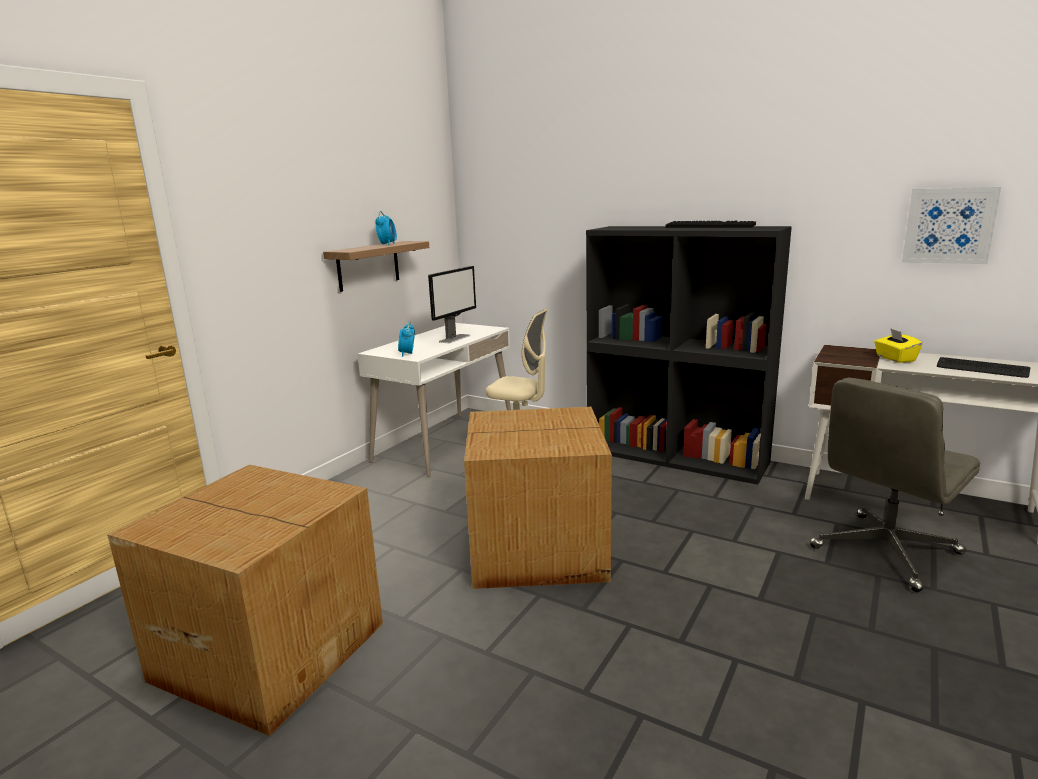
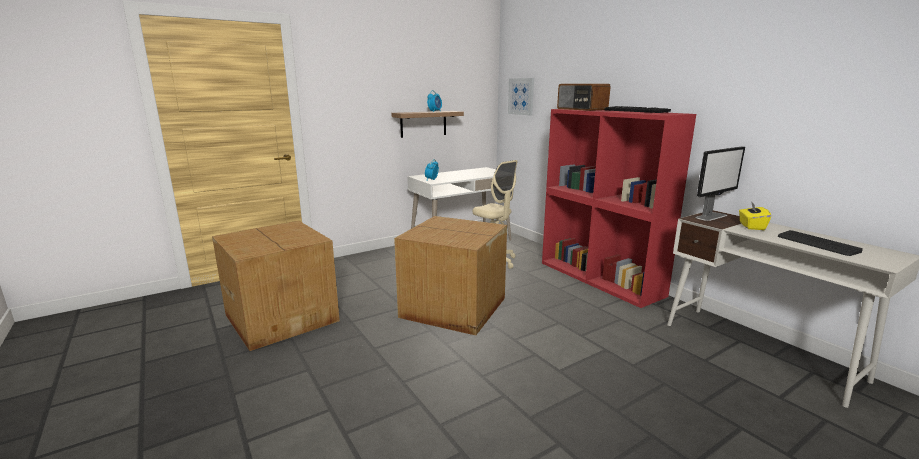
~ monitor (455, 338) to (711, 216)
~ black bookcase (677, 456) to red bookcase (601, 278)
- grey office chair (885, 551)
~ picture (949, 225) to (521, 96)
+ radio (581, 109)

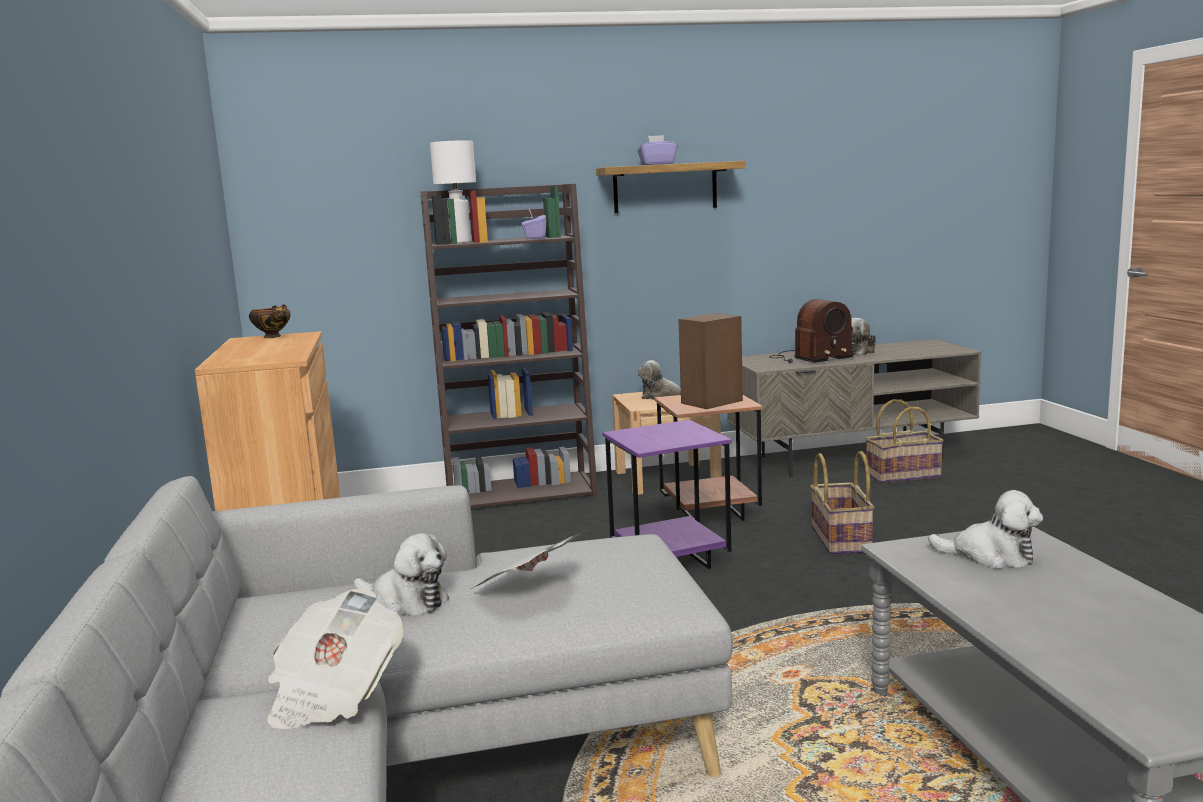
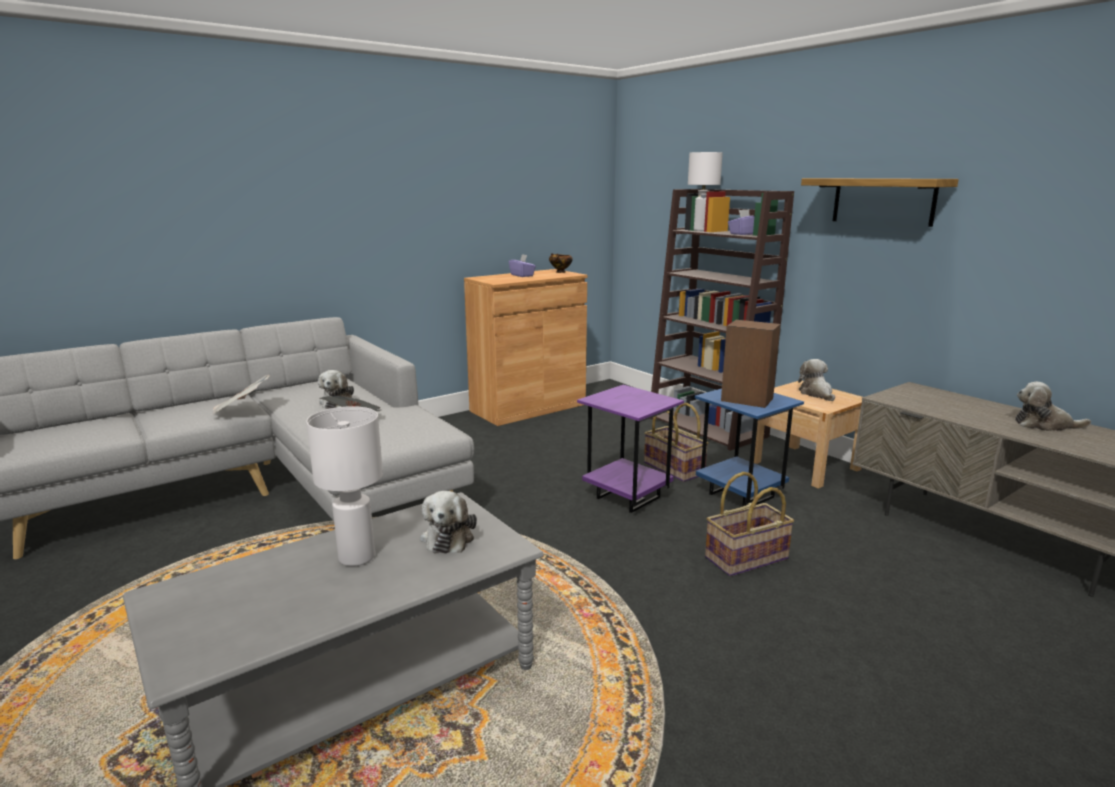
~ purple tissue box (657, 164) to (522, 275)
~ brown side table (710, 514) to blue side table (741, 495)
- radio (809, 358)
~ basket (903, 475) to (675, 468)
+ white table lamp (355, 557)

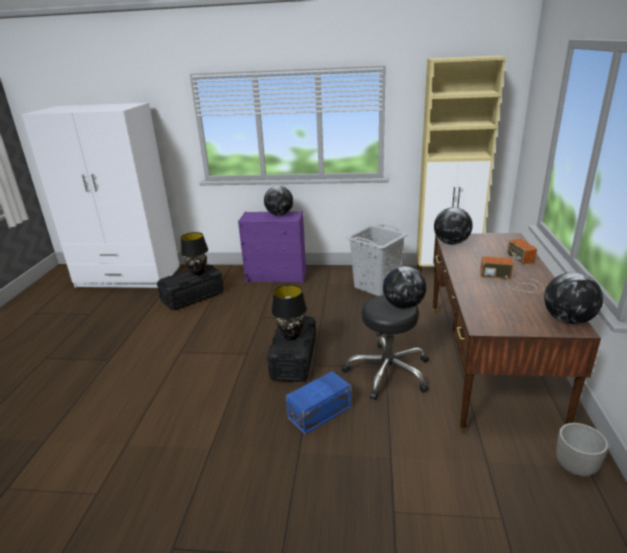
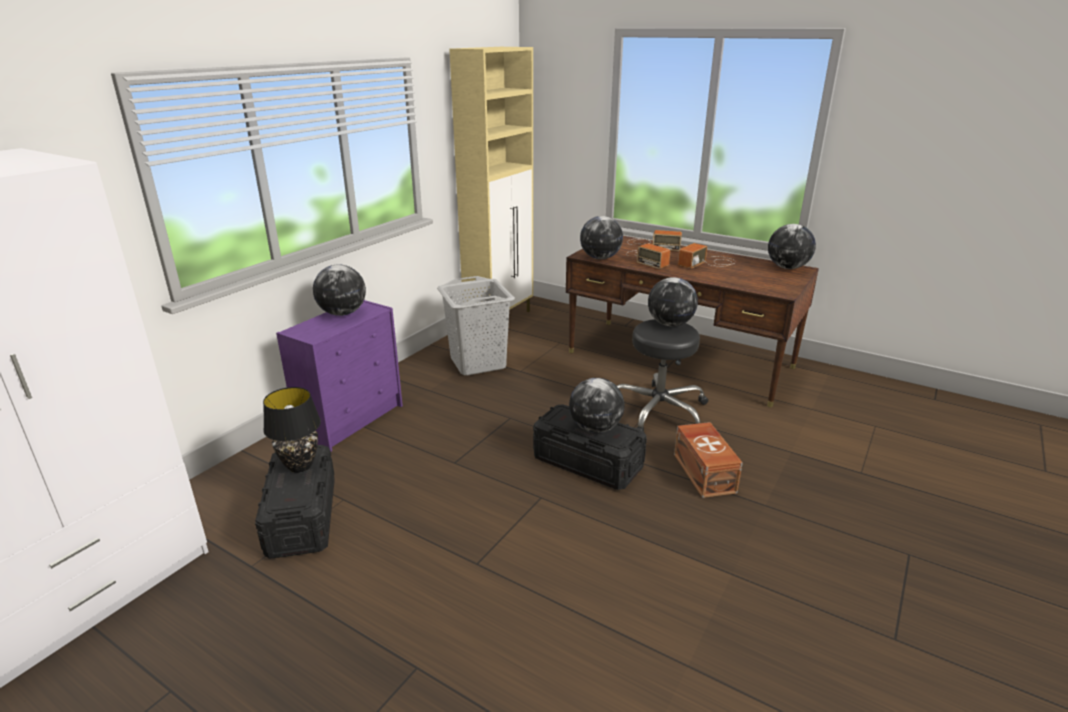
~ black table lamp (291, 336) to globe (595, 428)
~ blue storage box (320, 412) to brown storage box (704, 472)
- planter (575, 468)
+ radio (647, 259)

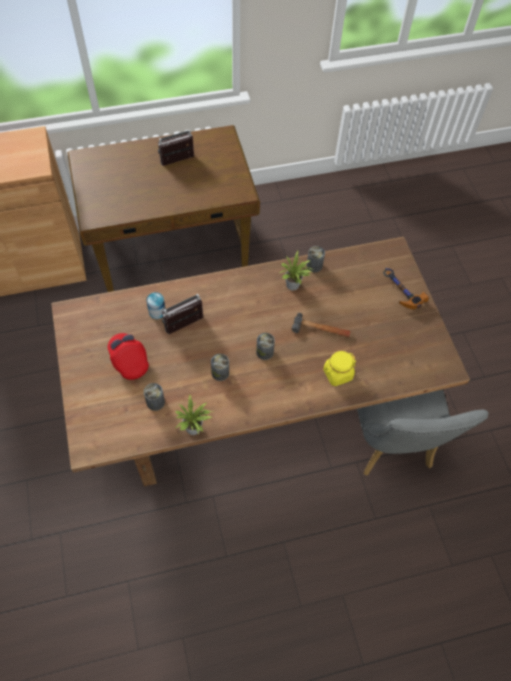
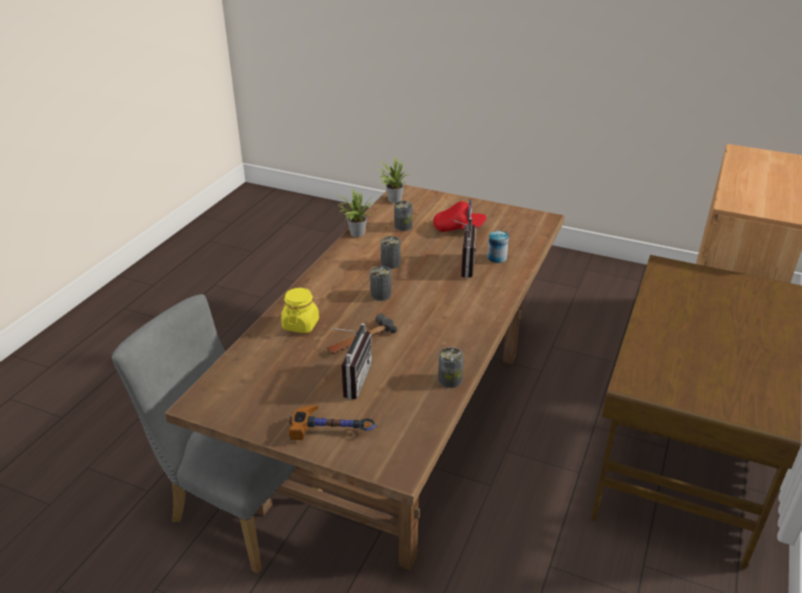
~ radio (178, 162) to (351, 379)
~ potted plant (294, 286) to (393, 199)

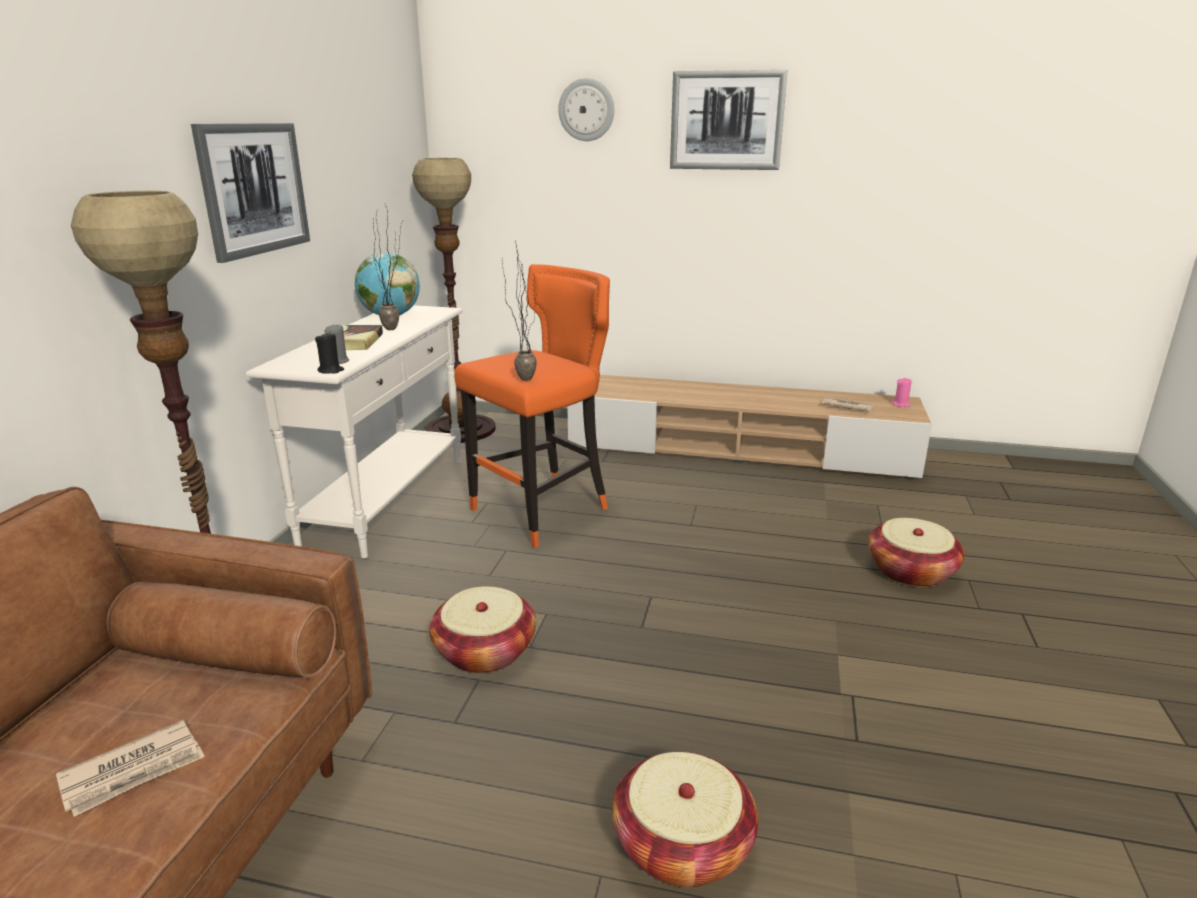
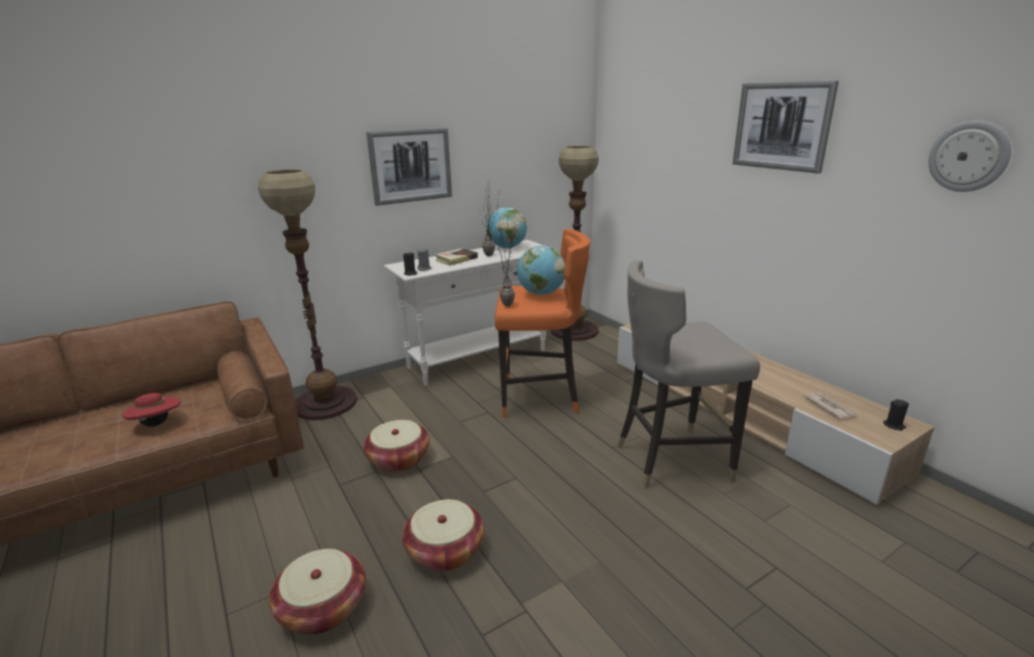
~ newspaper (134, 771) to red hat (157, 424)
~ wall clock (586, 110) to (968, 156)
~ basket (910, 571) to (445, 551)
~ pink candle (901, 404) to black candle (894, 425)
+ globe (541, 294)
+ grey stool (670, 460)

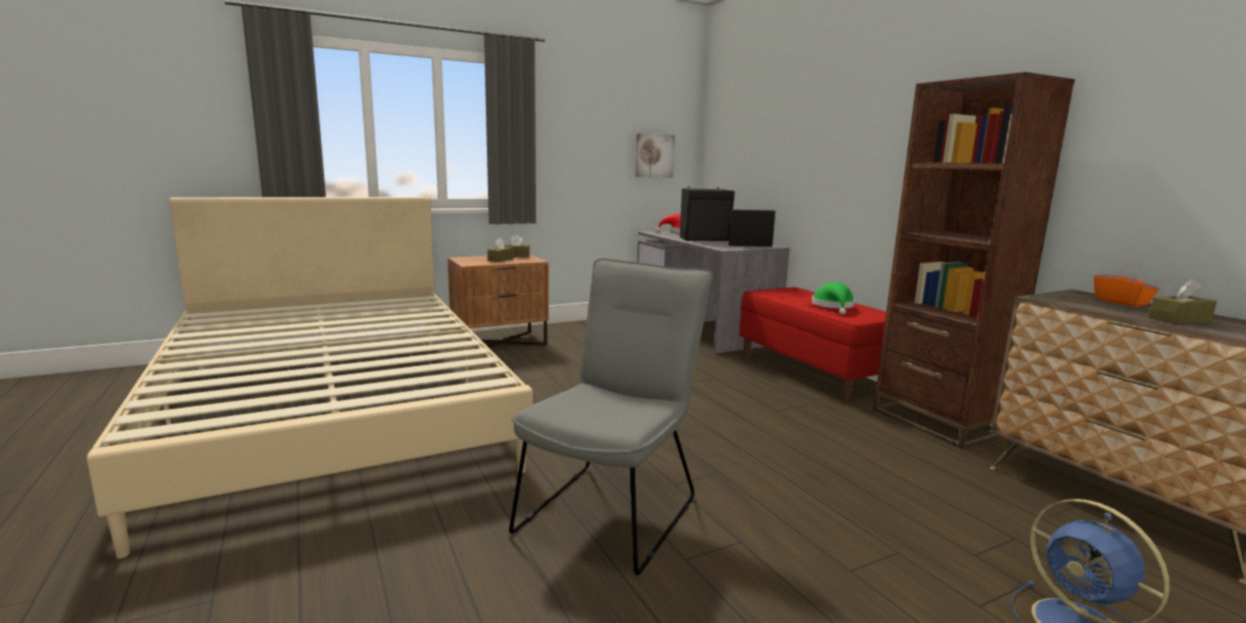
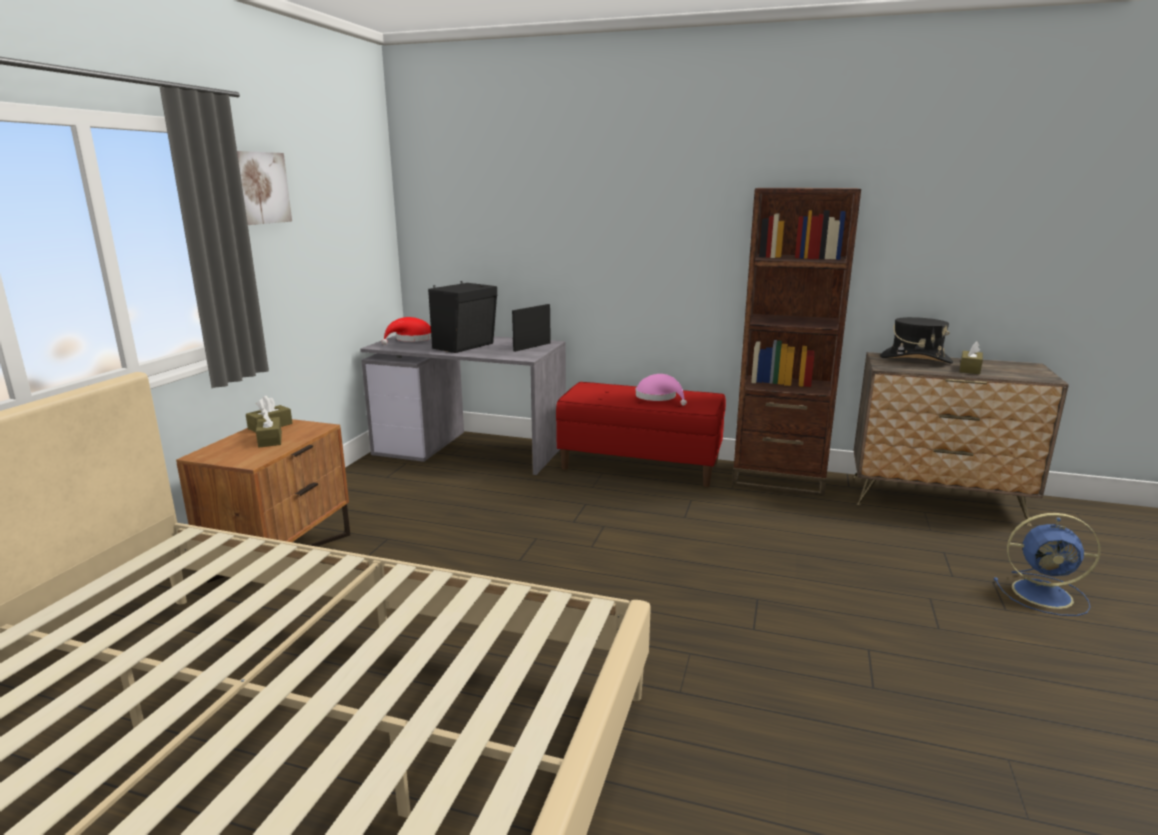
- grey chair (614, 508)
~ picture (654, 156) to (260, 188)
~ green hat (833, 306) to pink hat (658, 397)
~ orange tissue box (1121, 302) to black hat (915, 359)

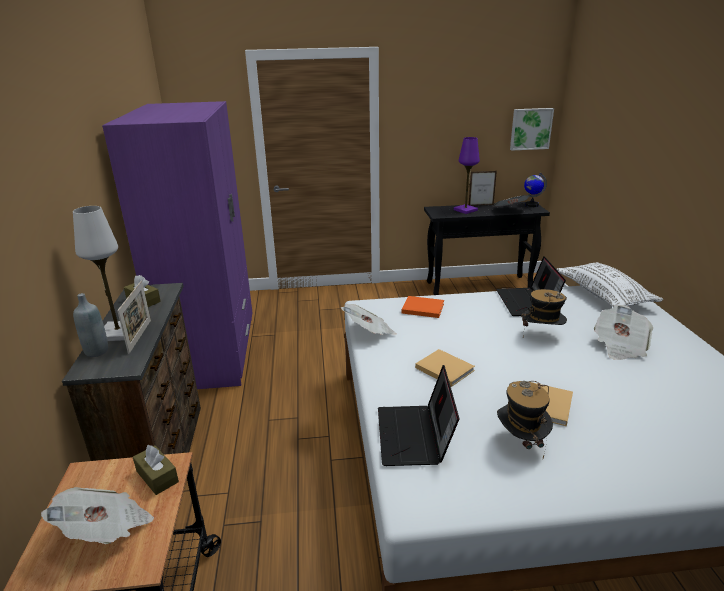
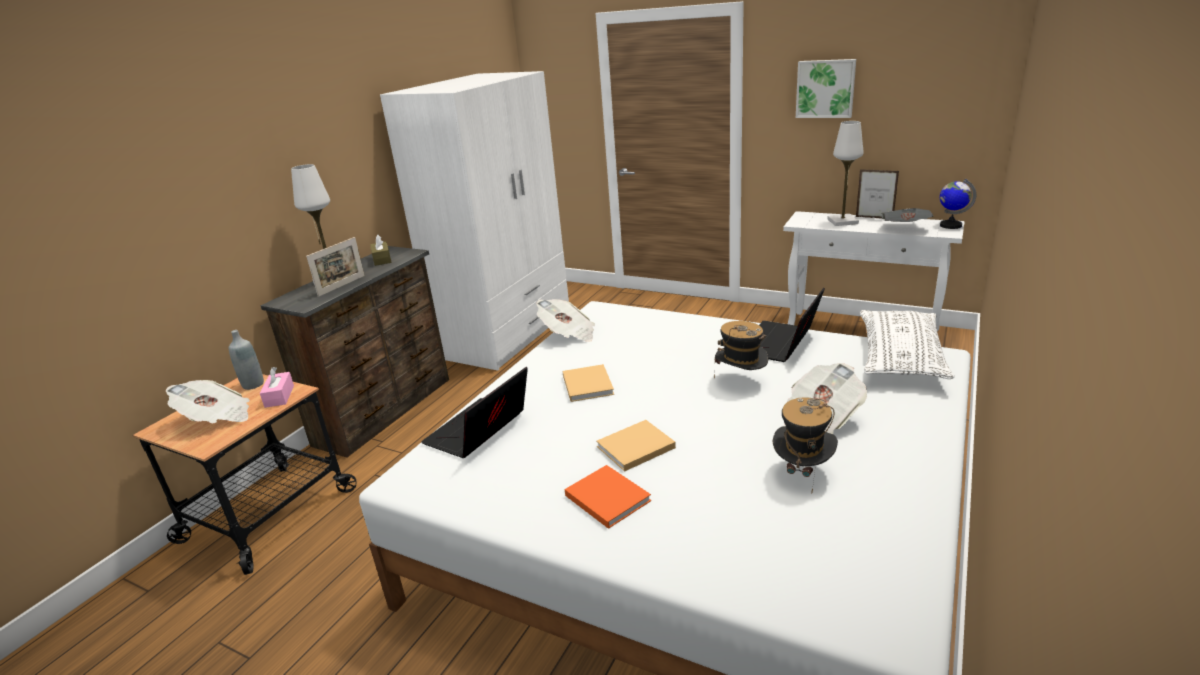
~ grey bottle (97, 351) to (253, 384)
~ purple wardrobe (213, 351) to white wardrobe (507, 334)
~ brown tissue box (157, 476) to pink tissue box (279, 396)
~ orange book (421, 308) to (606, 497)
~ black console table (479, 285) to white console table (862, 329)
~ purple table lamp (465, 210) to white table lamp (842, 221)
~ hat (520, 443) to (802, 472)
~ picture (530, 129) to (825, 88)

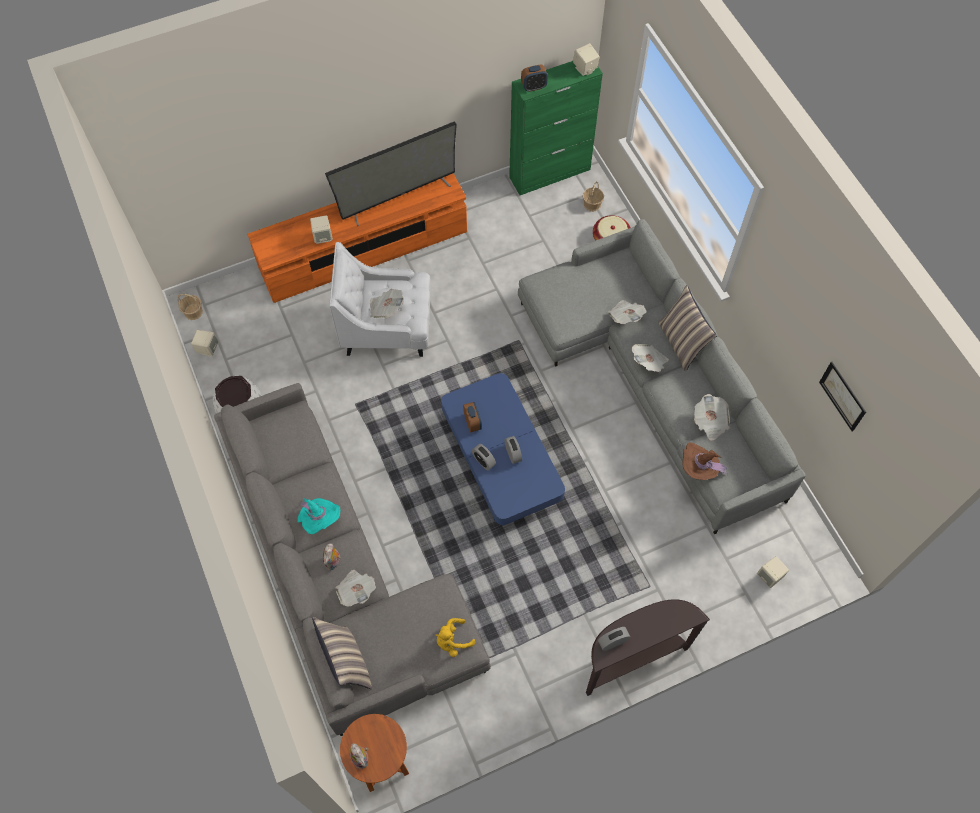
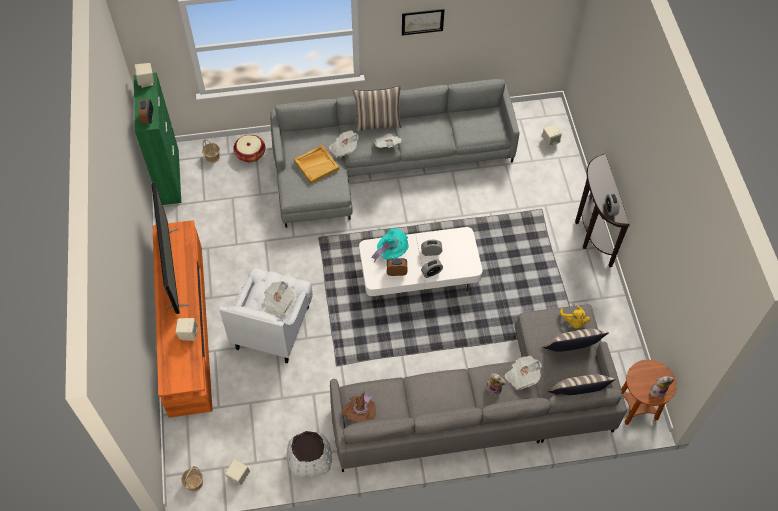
~ turquoise hat (319, 520) to (391, 251)
~ blue coffee table (501, 460) to white coffee table (419, 274)
~ brown hat (699, 468) to (360, 414)
- newspaper (710, 422)
~ picture (842, 396) to (422, 21)
+ beige tray (316, 165)
+ pillow (570, 351)

